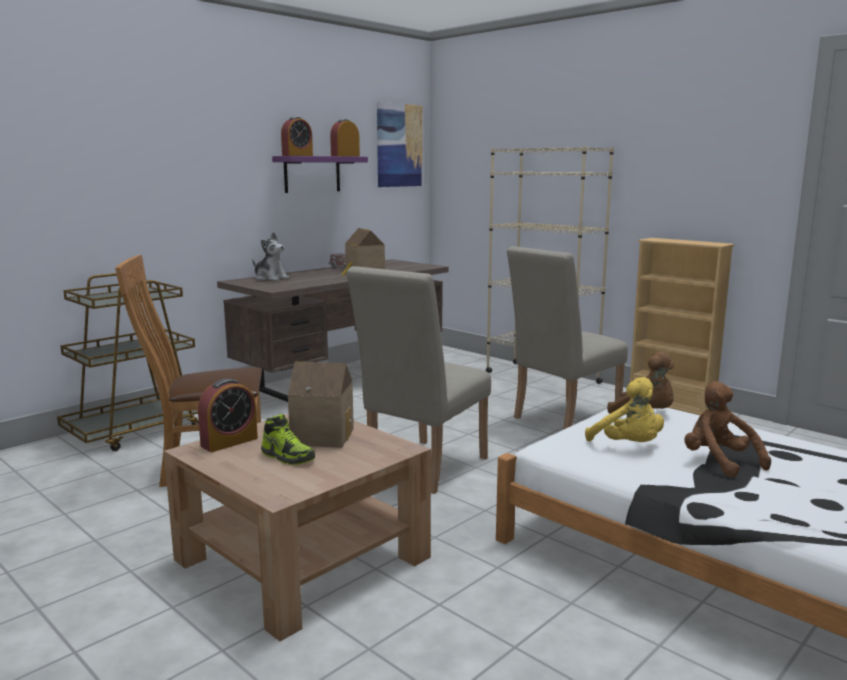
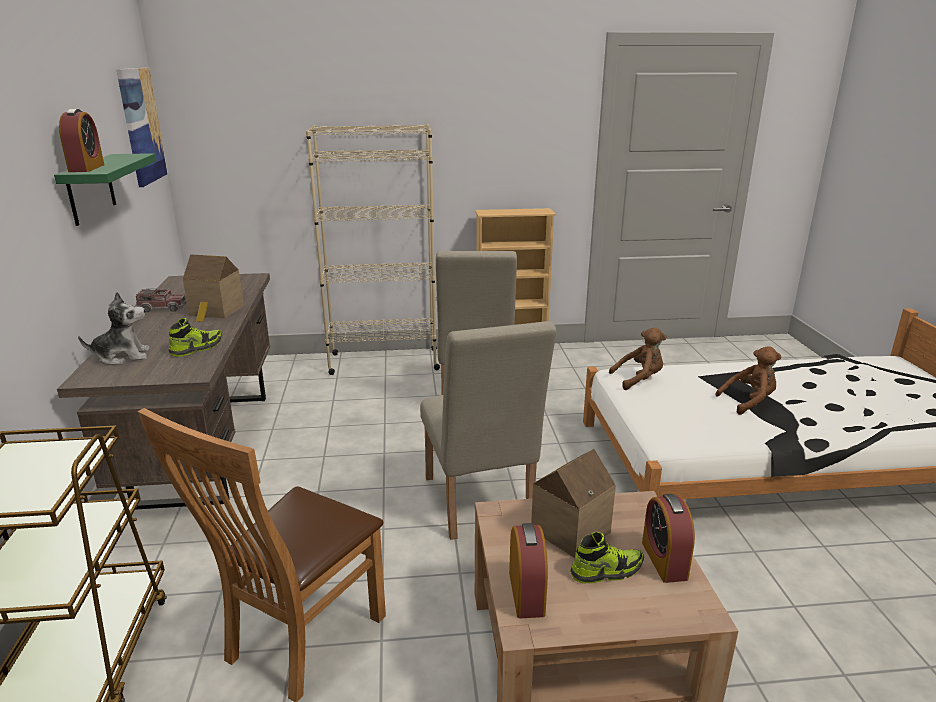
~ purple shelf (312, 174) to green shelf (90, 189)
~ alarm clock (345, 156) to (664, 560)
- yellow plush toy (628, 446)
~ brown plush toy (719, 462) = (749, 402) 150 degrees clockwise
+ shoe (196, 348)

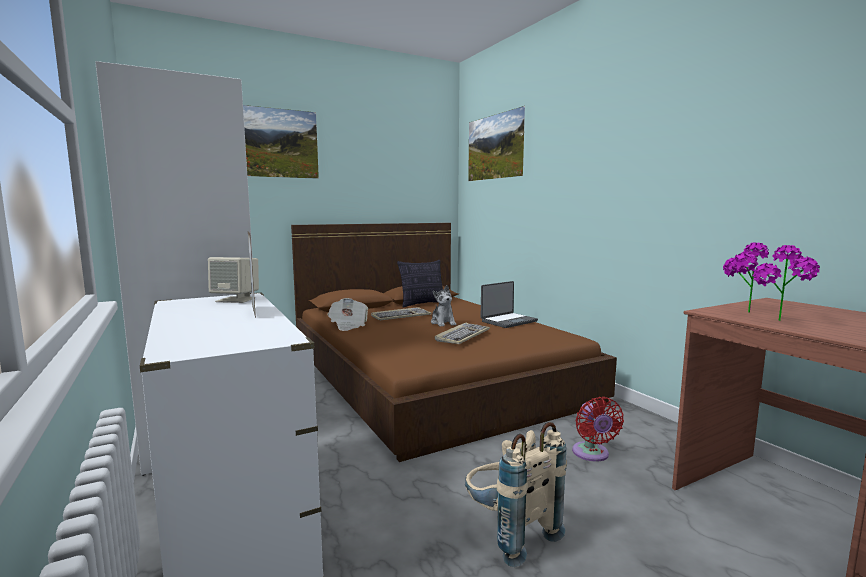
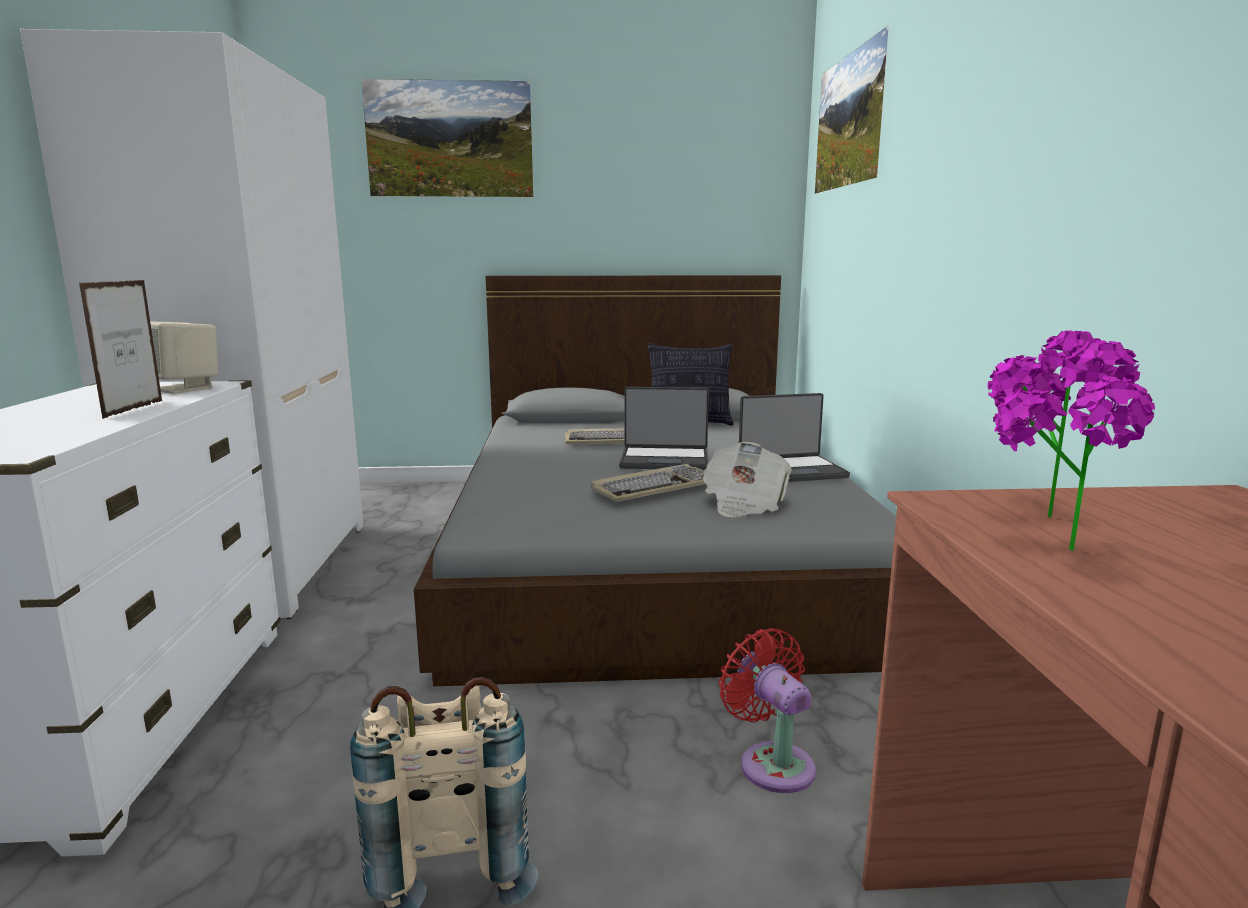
~ brown bed (430, 373) to grey bed (652, 548)
~ newspaper (348, 325) to (743, 503)
~ plush toy (443, 323) to laptop (665, 460)
~ red fan (592, 454) = (772, 762) 135 degrees clockwise

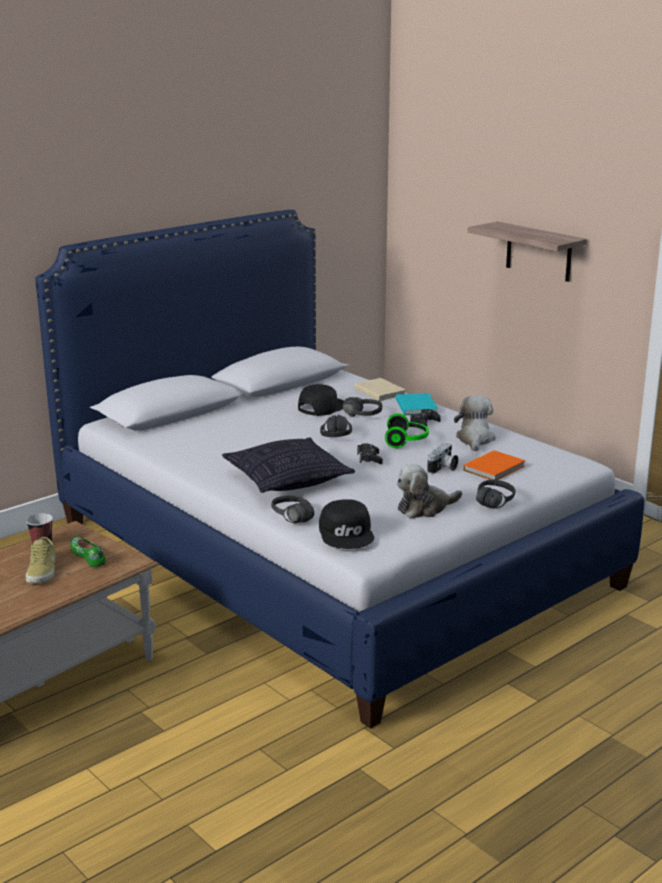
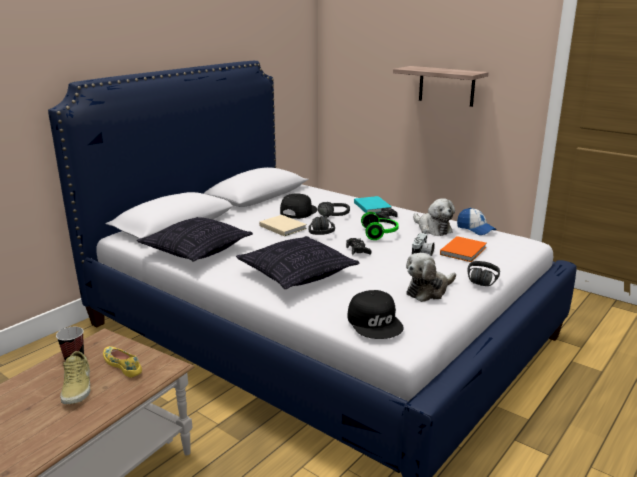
~ green shoe (88, 556) to yellow shoe (123, 365)
- black headphones (287, 519)
~ beige book (379, 391) to (282, 227)
~ plush toy (475, 439) = (432, 229) 150 degrees clockwise
+ pillow (197, 251)
+ cap (475, 229)

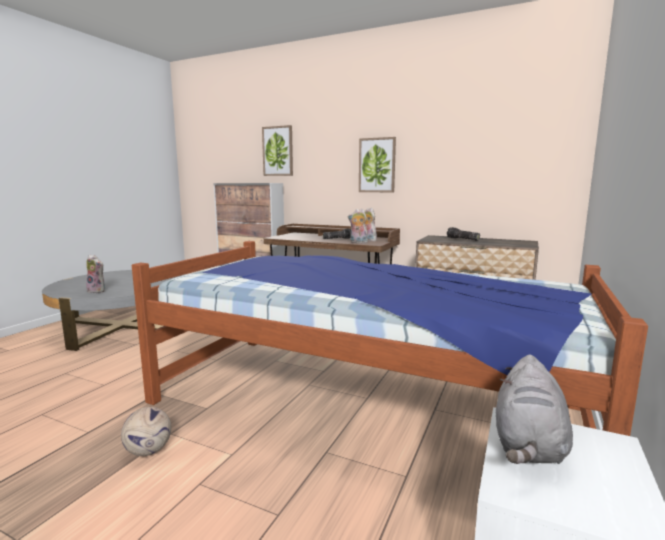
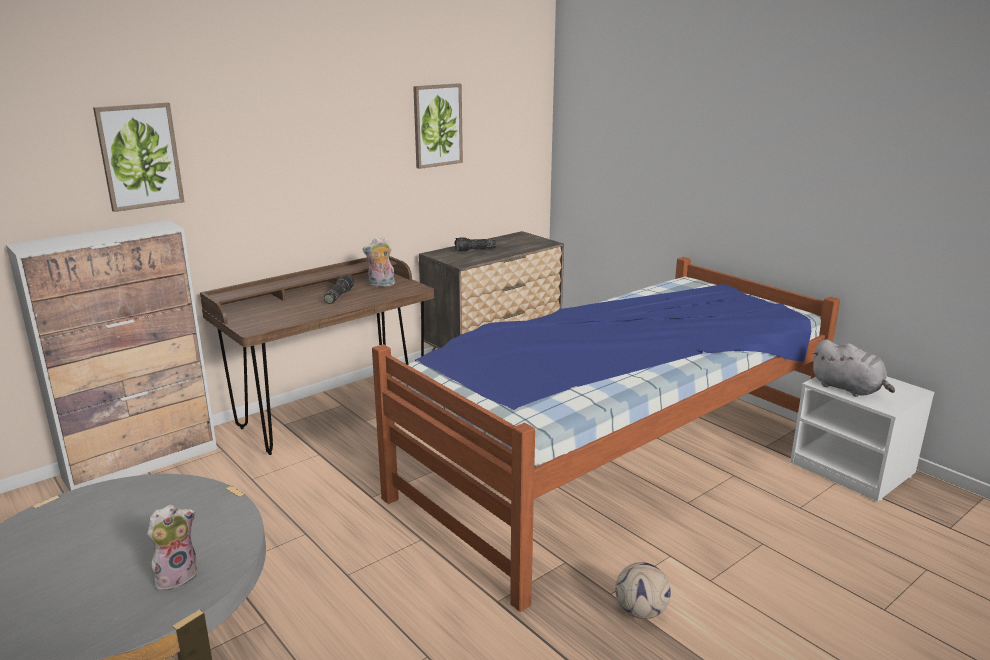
- plush toy (358, 242)
~ picture (377, 165) to (437, 125)

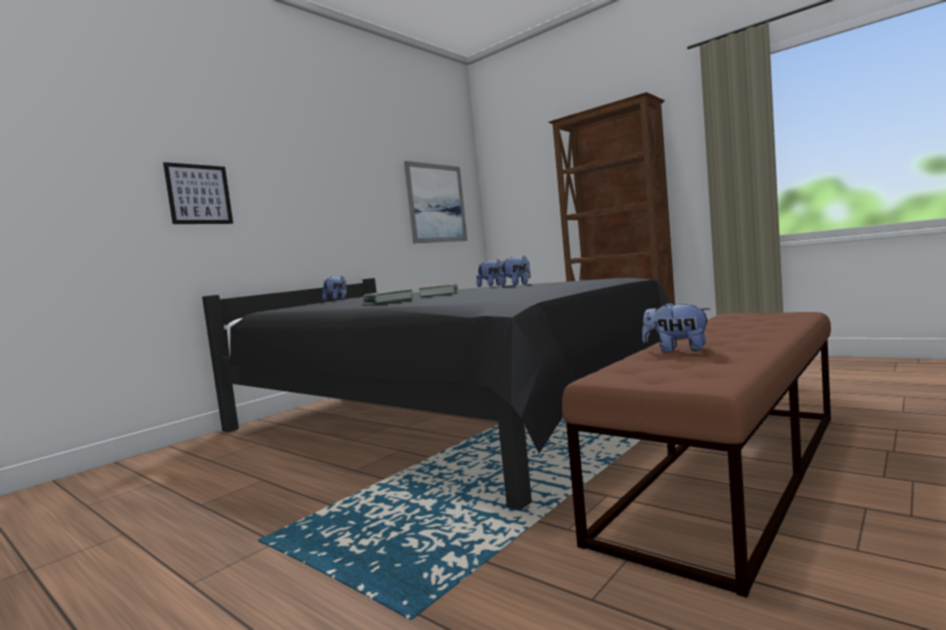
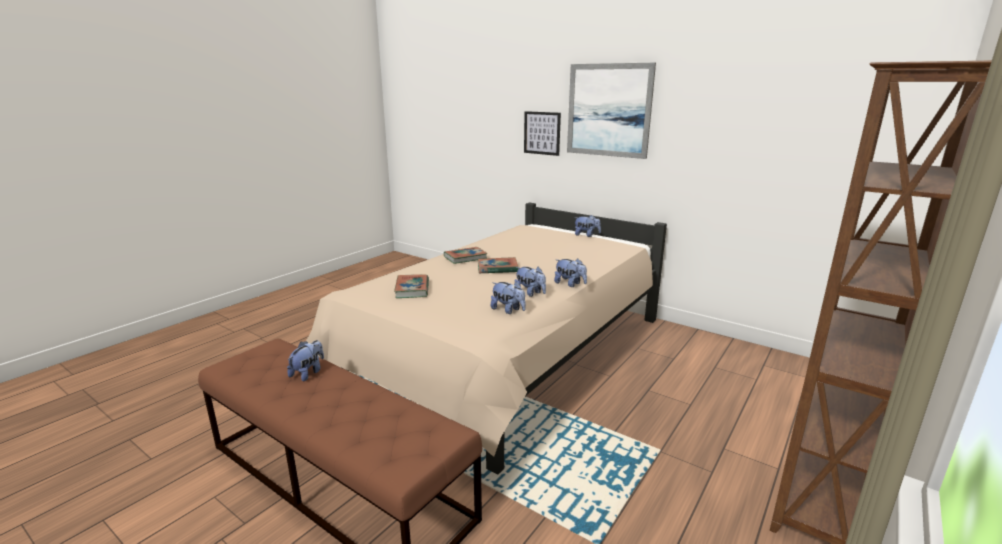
~ black bed (435, 423) to beige bed (509, 357)
~ picture (436, 203) to (608, 110)
+ book (412, 289)
+ plush toy (508, 310)

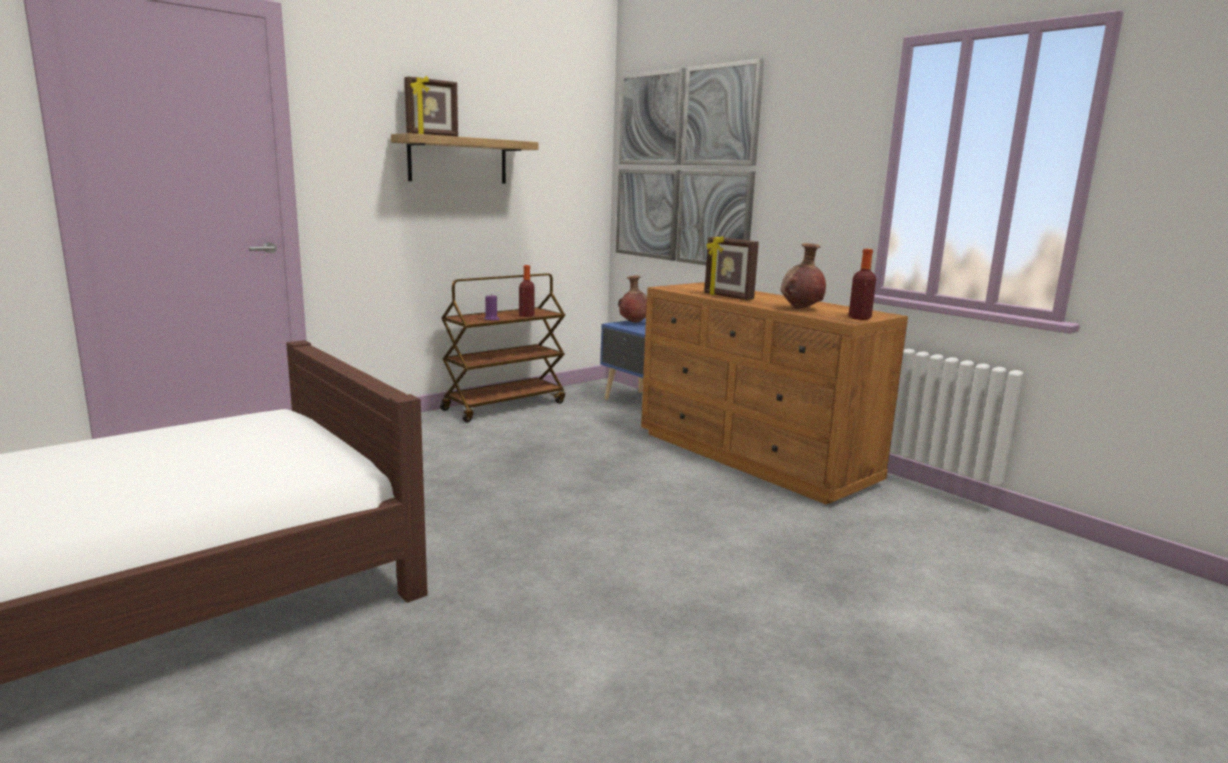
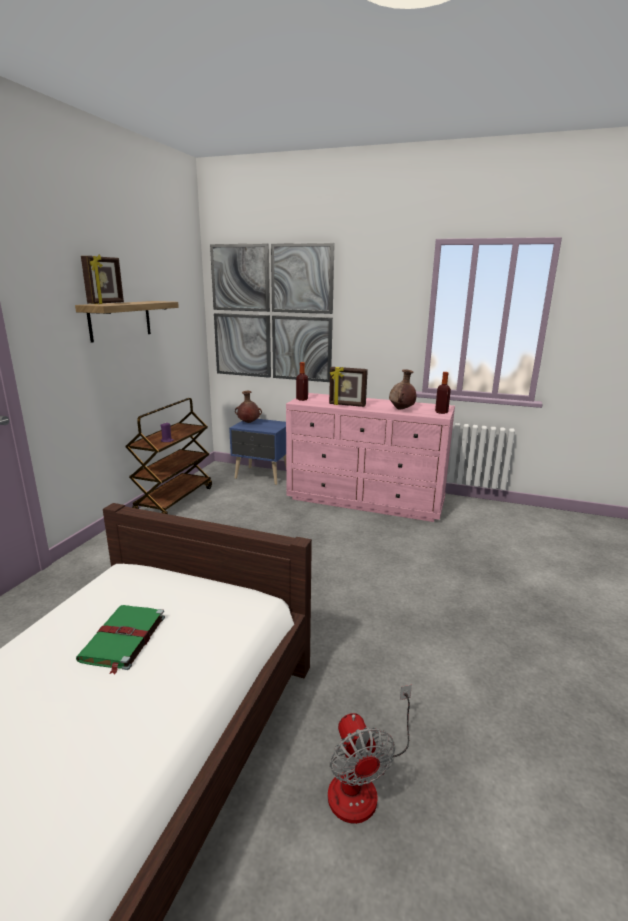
~ bottle (526, 315) to (302, 399)
~ brown dresser (754, 457) to pink dresser (366, 500)
+ green book (123, 639)
+ fan (363, 783)

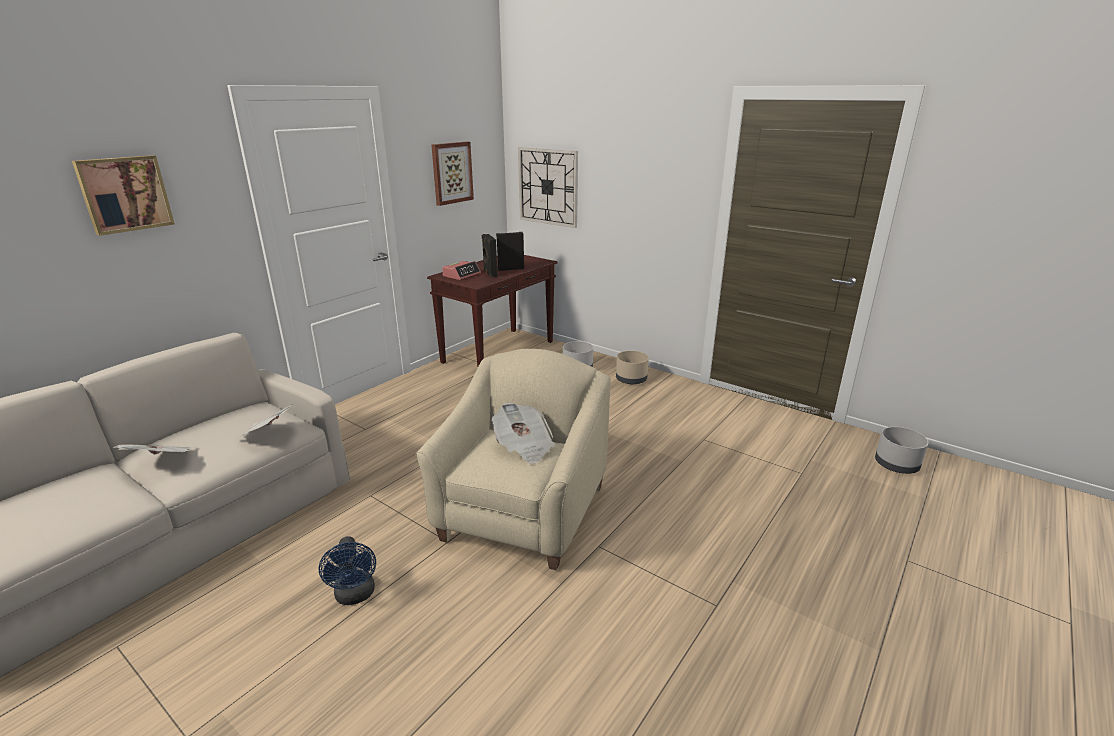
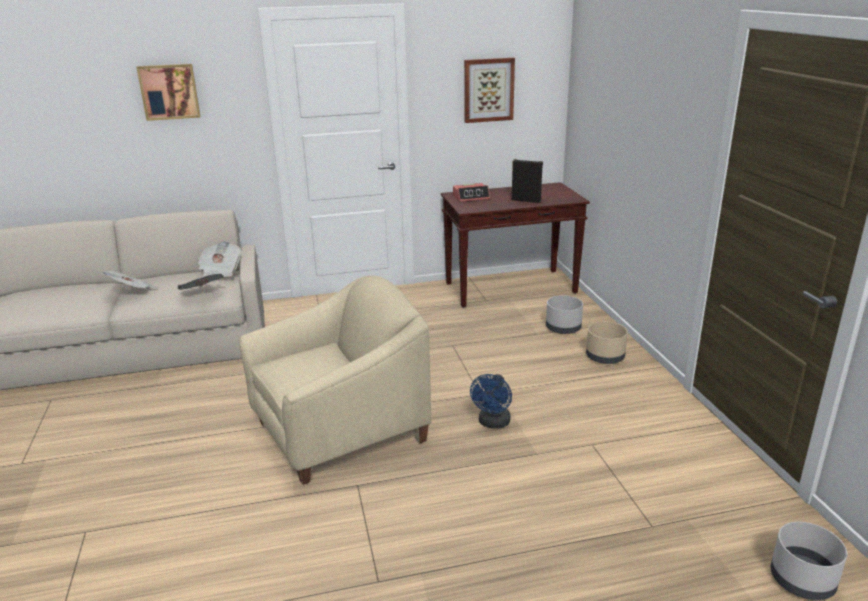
~ blue fan (355, 596) to (493, 423)
- black speaker (489, 273)
~ newspaper (524, 447) to (220, 272)
- wall clock (548, 187)

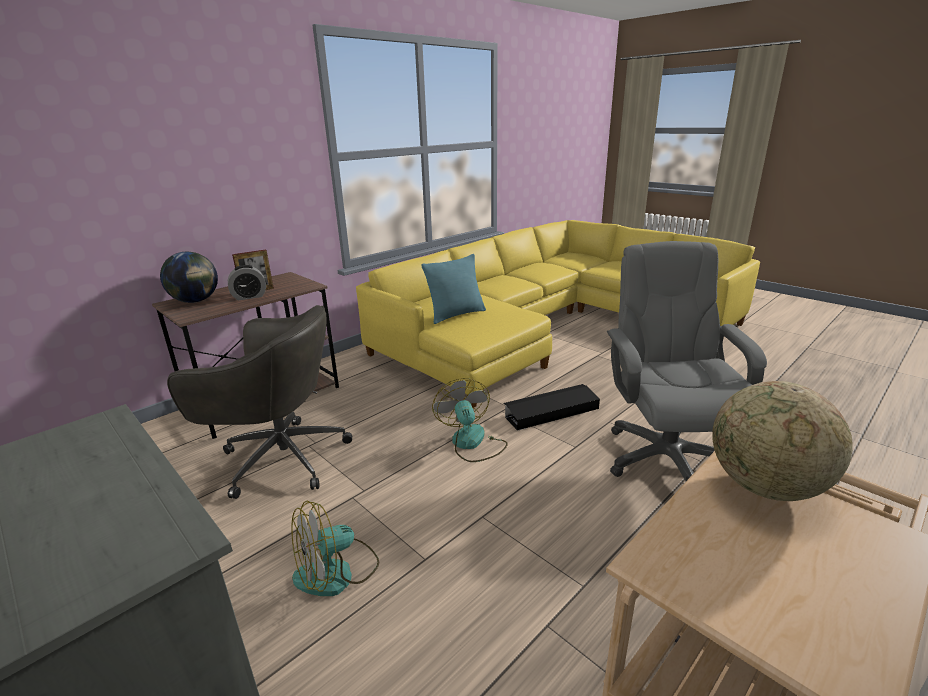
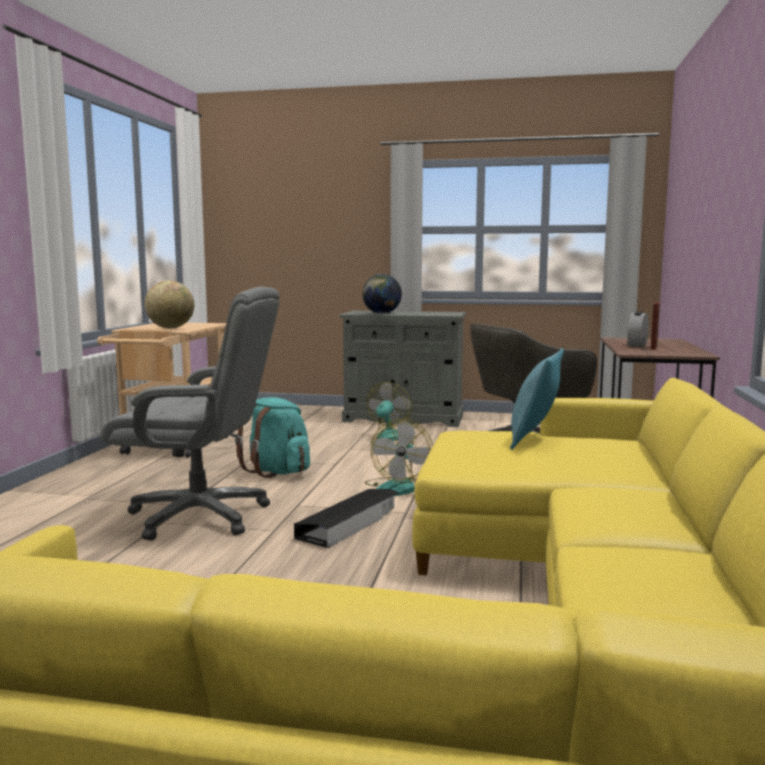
~ globe (196, 301) to (381, 313)
~ fan (472, 443) = (397, 487) 60 degrees clockwise
~ grey office chair (665, 458) = (200, 516) 45 degrees counterclockwise
+ turquoise backpack (277, 472)

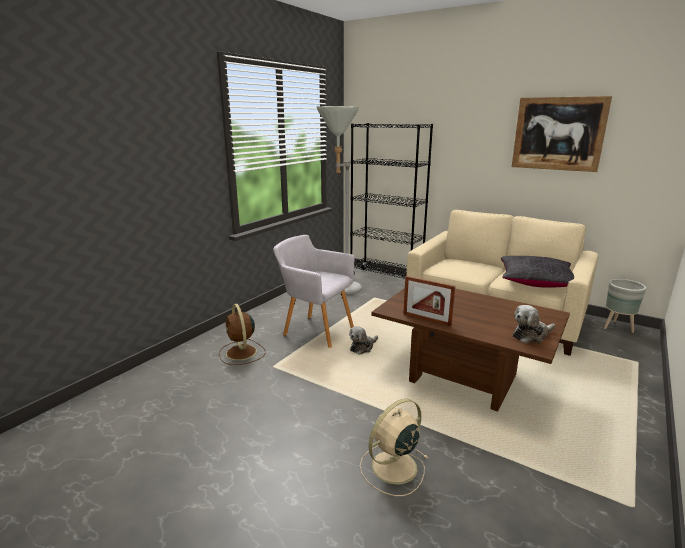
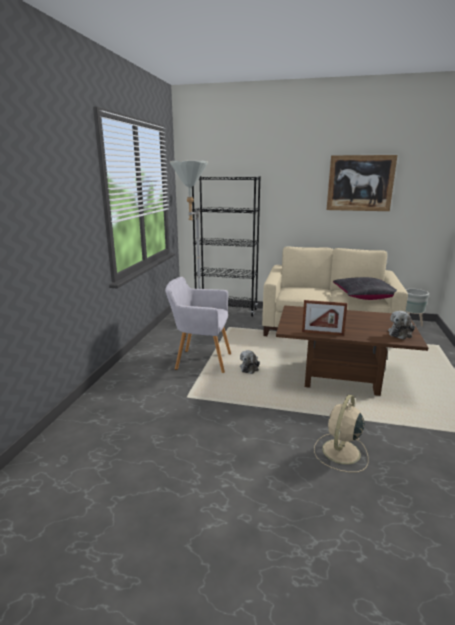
- brown fan (241, 353)

